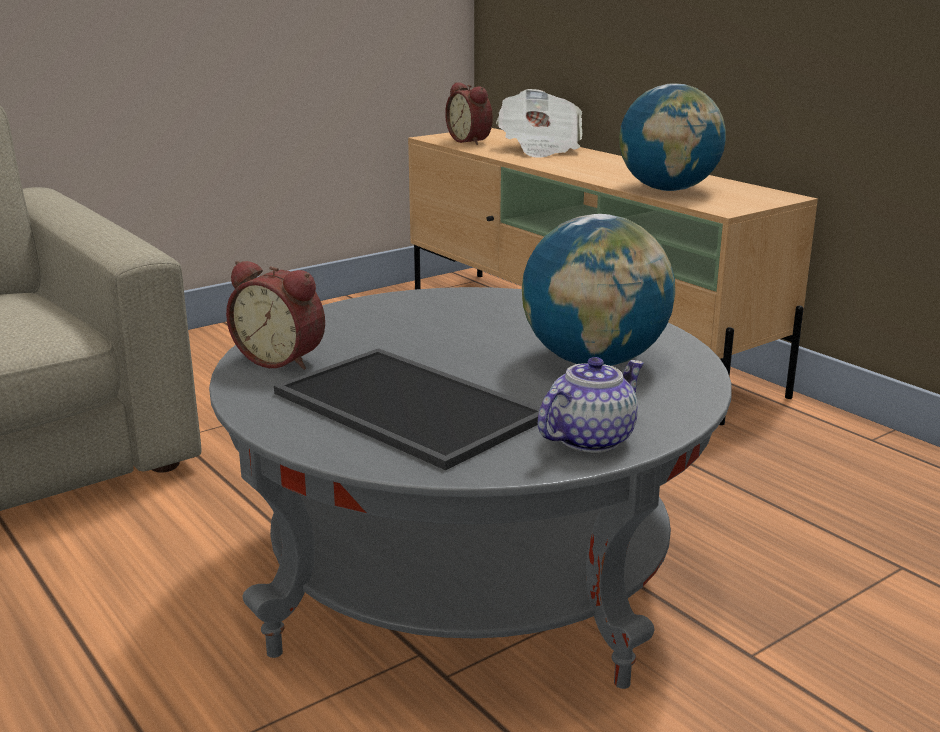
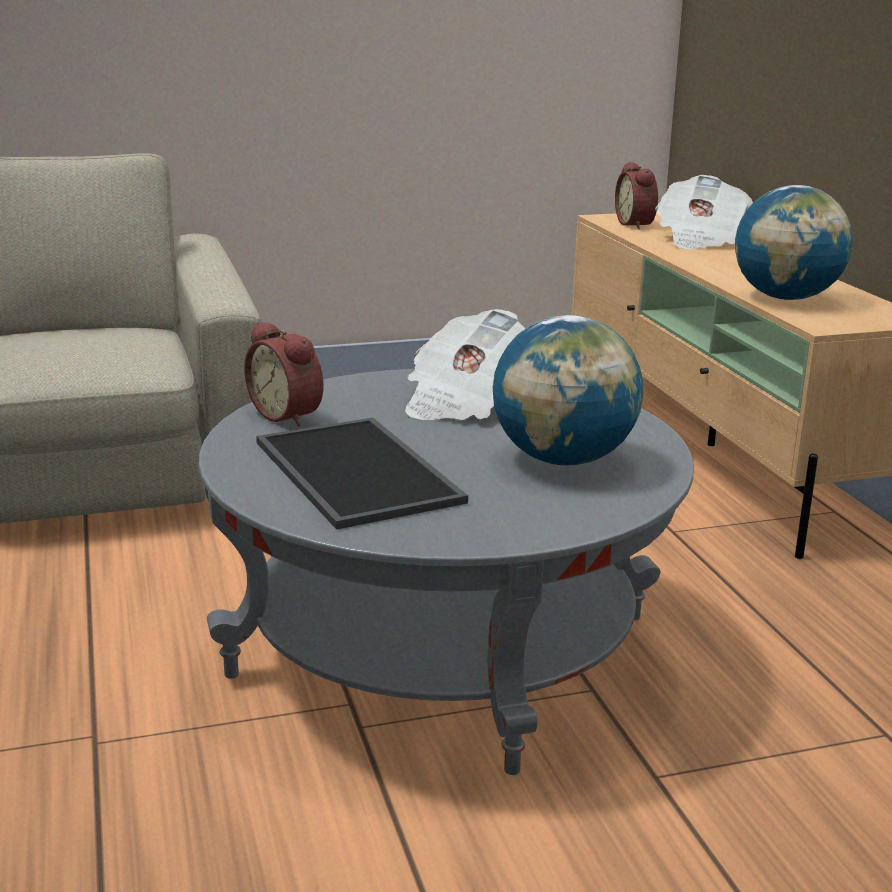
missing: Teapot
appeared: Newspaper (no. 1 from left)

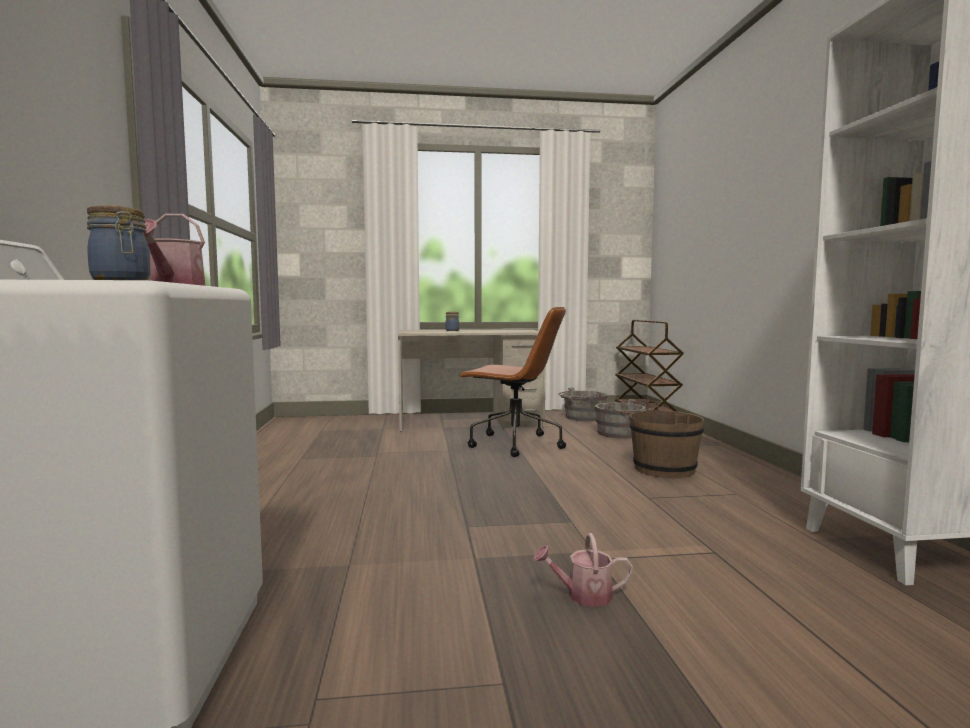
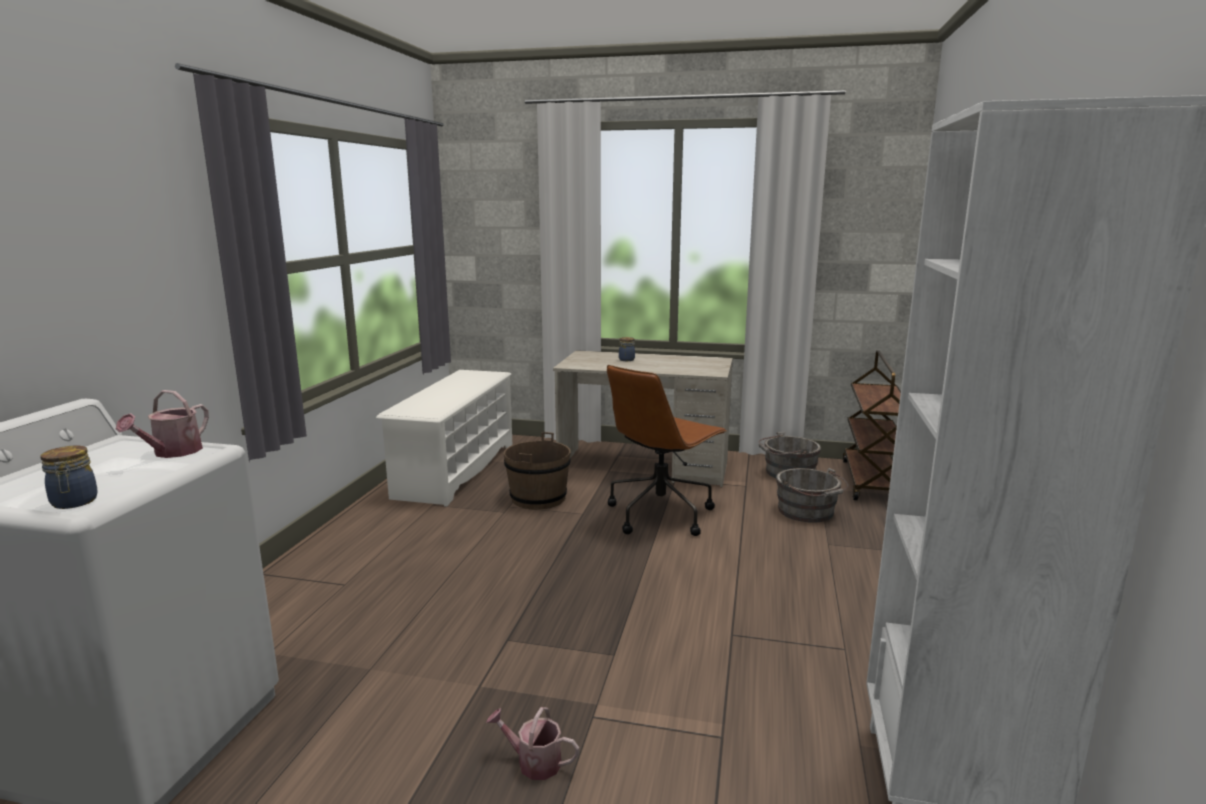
appeared: WhiteShoeRack
relocated: BrownBucket
spun: BrownOfficeChair 90 degrees clockwise

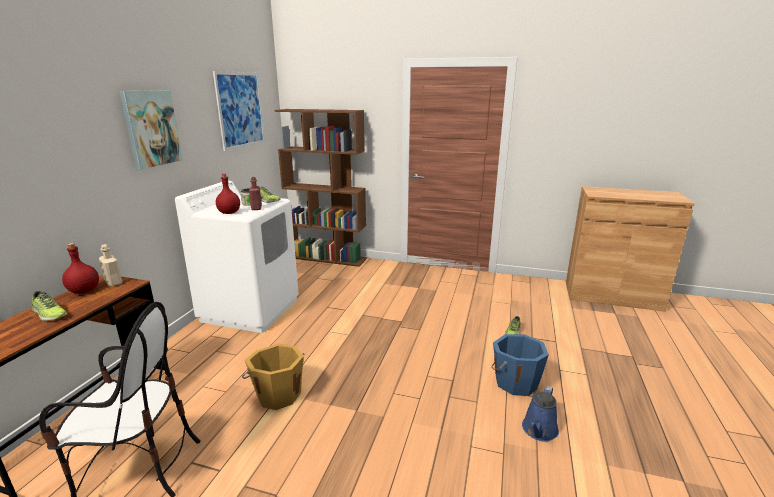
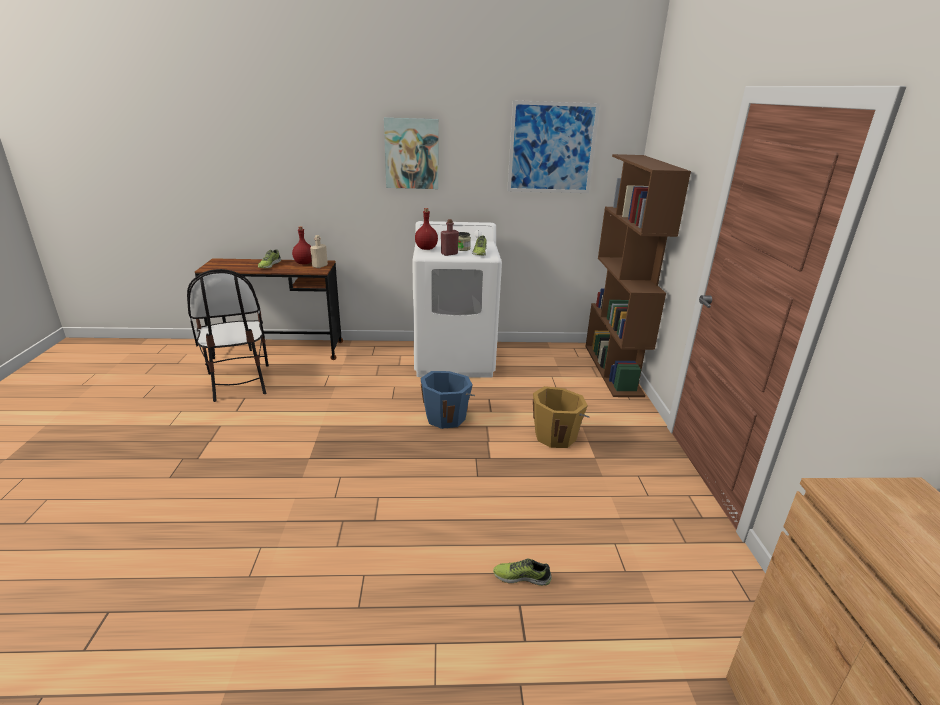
missing: BlueWateringCan
relocated: OrangeBucket; BlueBucket

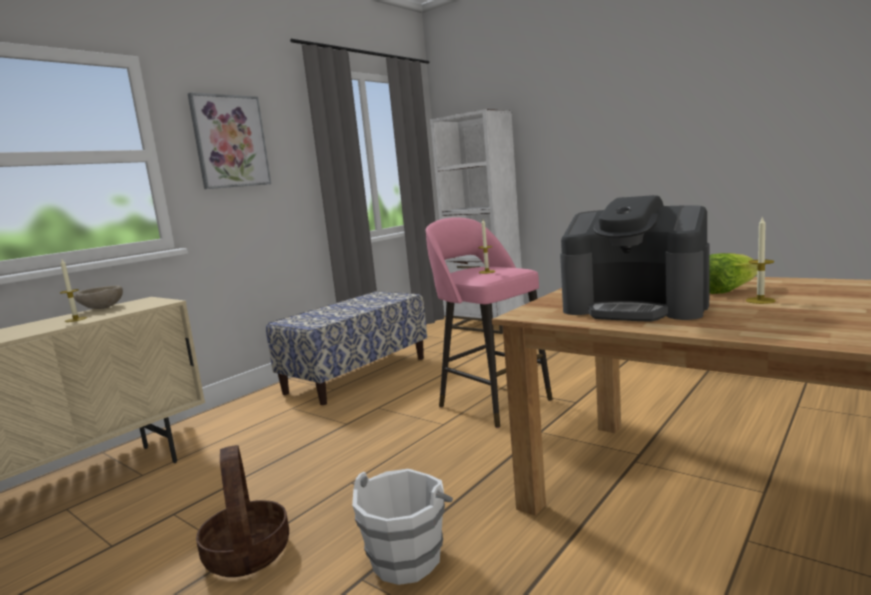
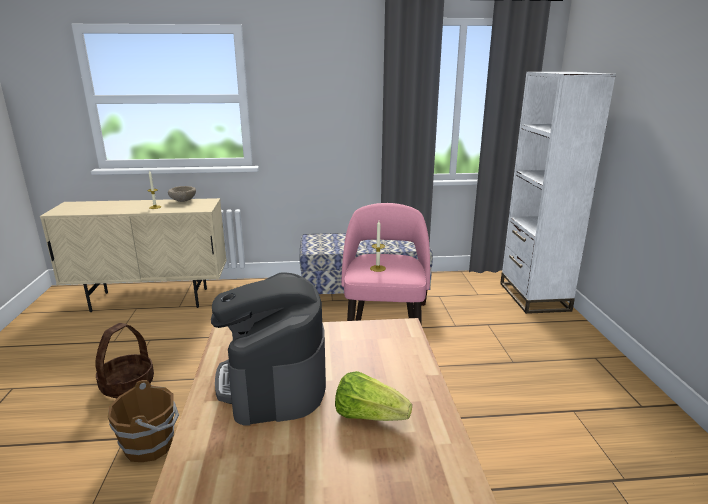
missing: Picture; Candle (no. 3 from left)
colour: WhiteBucket to BrownBucket

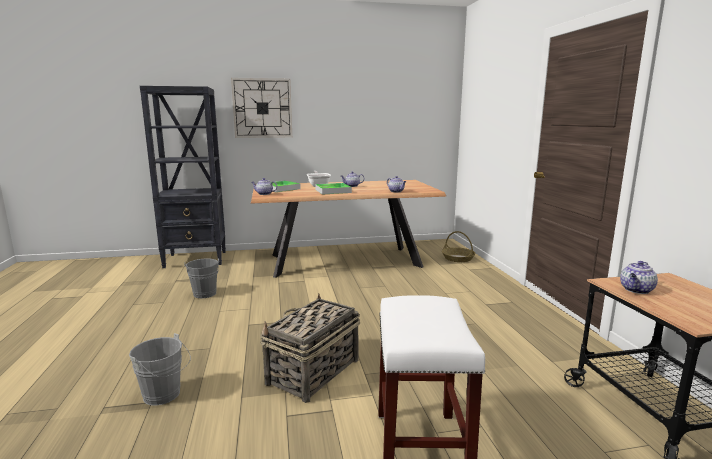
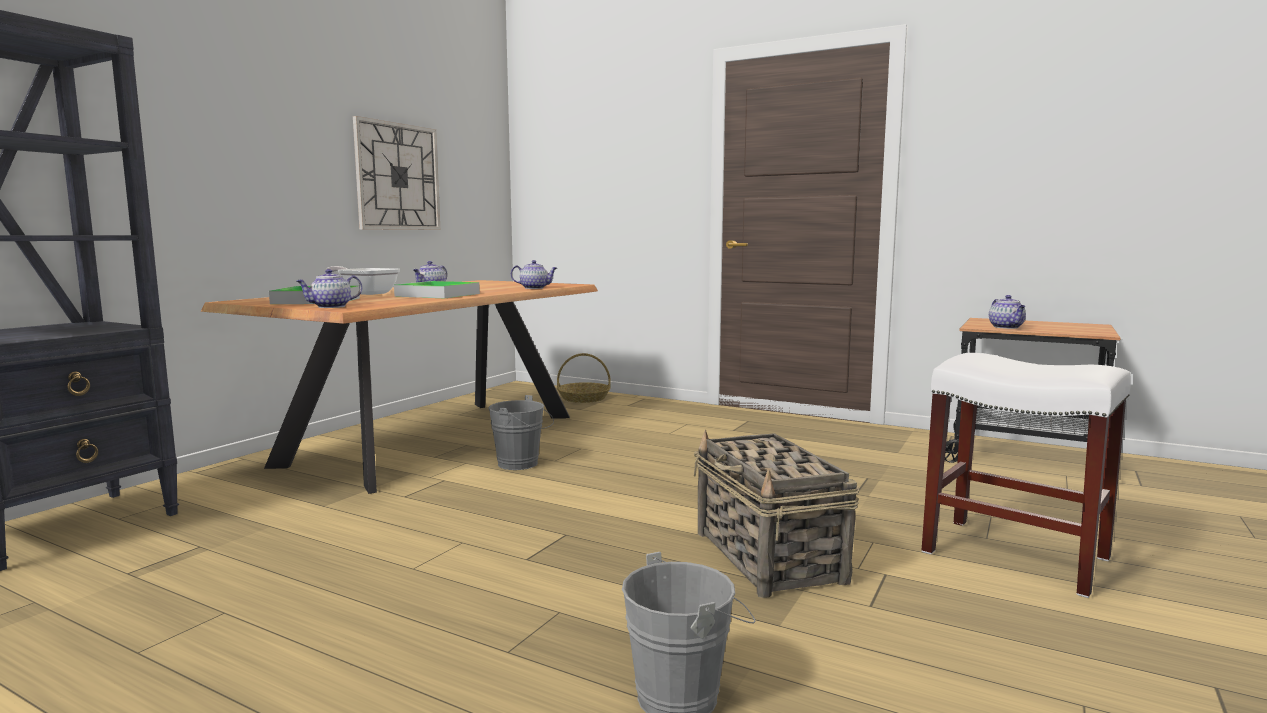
relocated: GreyBucket (no. 2 from left in the first image) to GreyBucket (no. 1 from left); WallClock

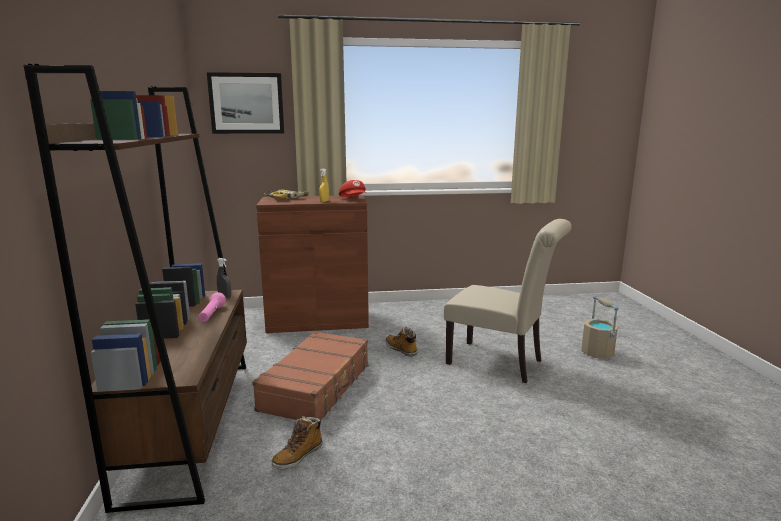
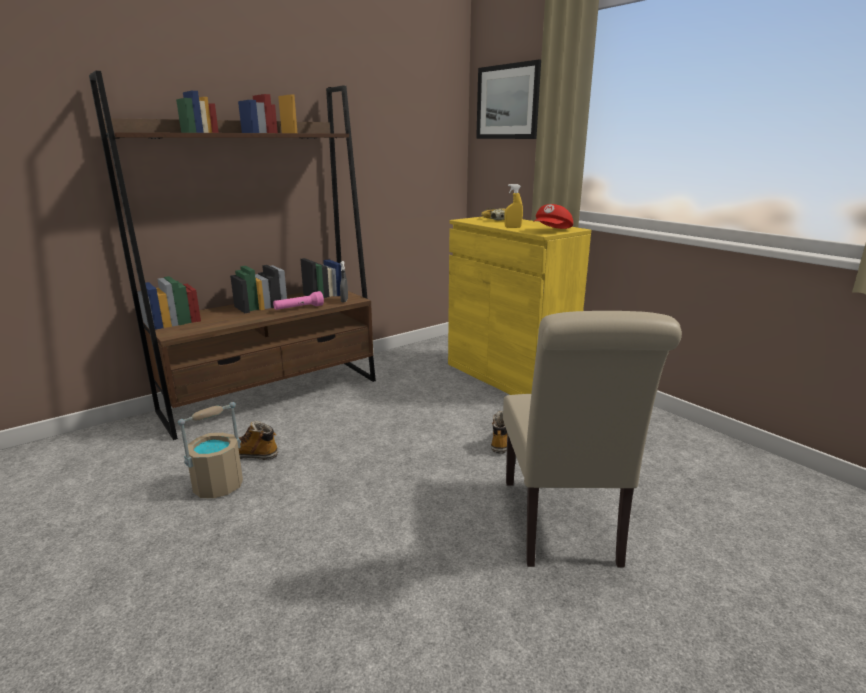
missing: BrownSuitcase
relocated: BeigeBucket
colour: BrownCabinet to YellowCabinet

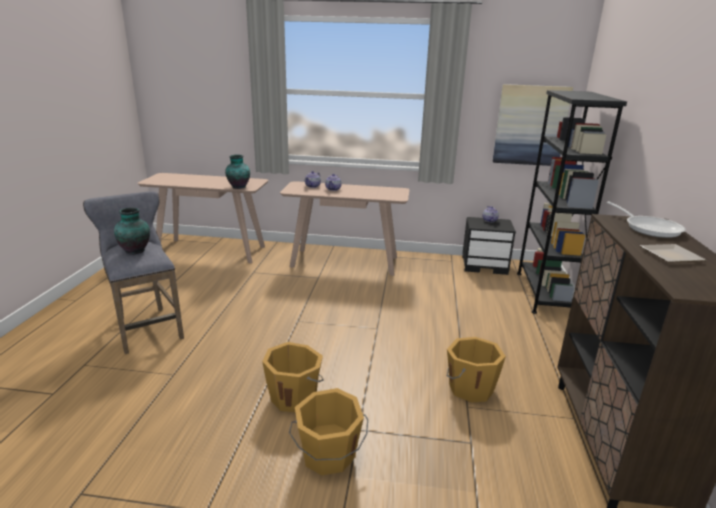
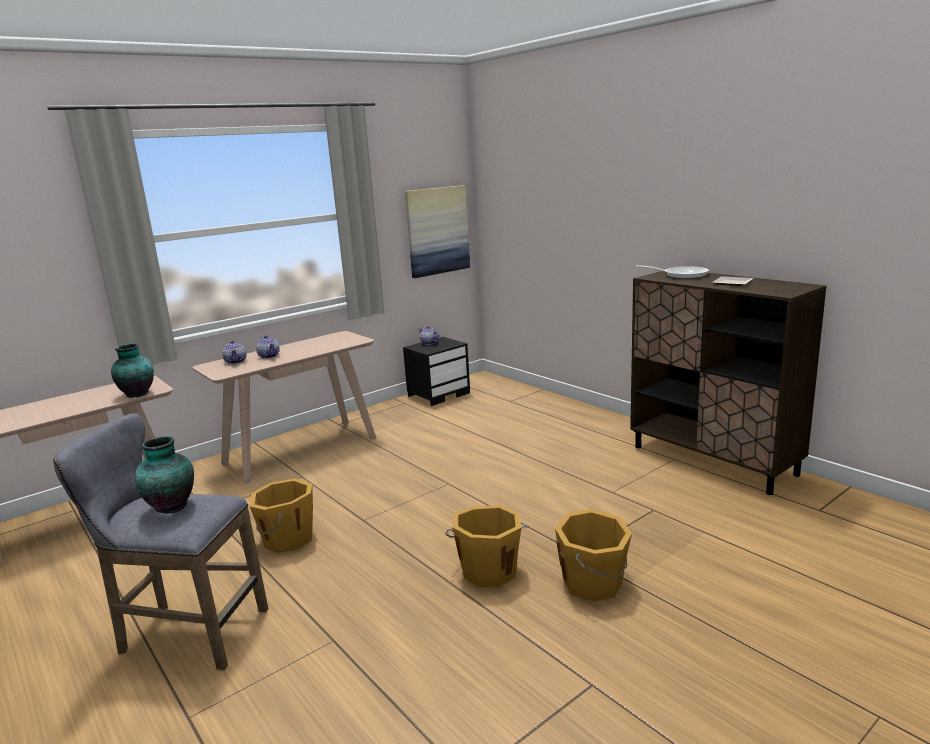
missing: BlackBookcase
relocated: OrangeBucket (no. 3 from left in the first image) to OrangeBucket (no. 1 from left)

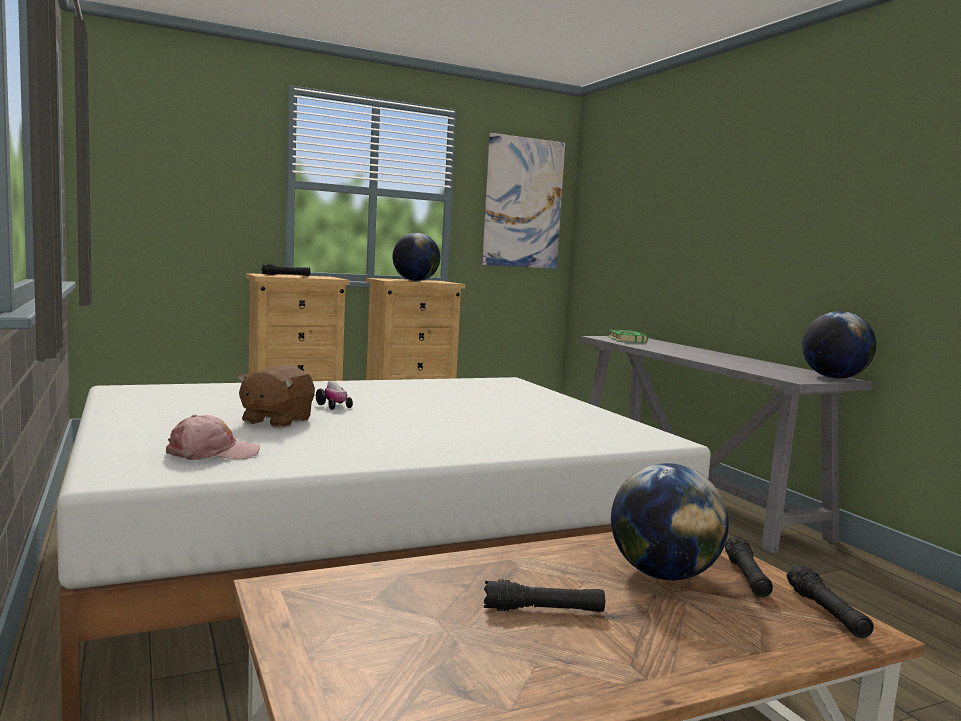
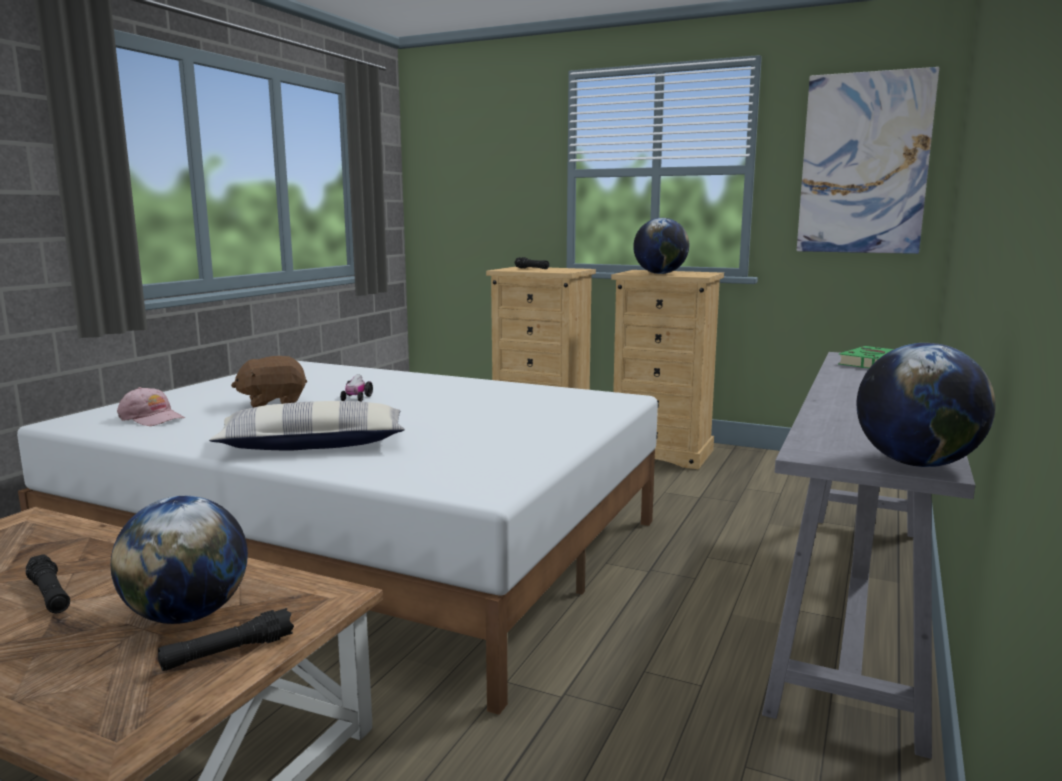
missing: BlackFlashlight (no. 4 from left)
appeared: Pillow

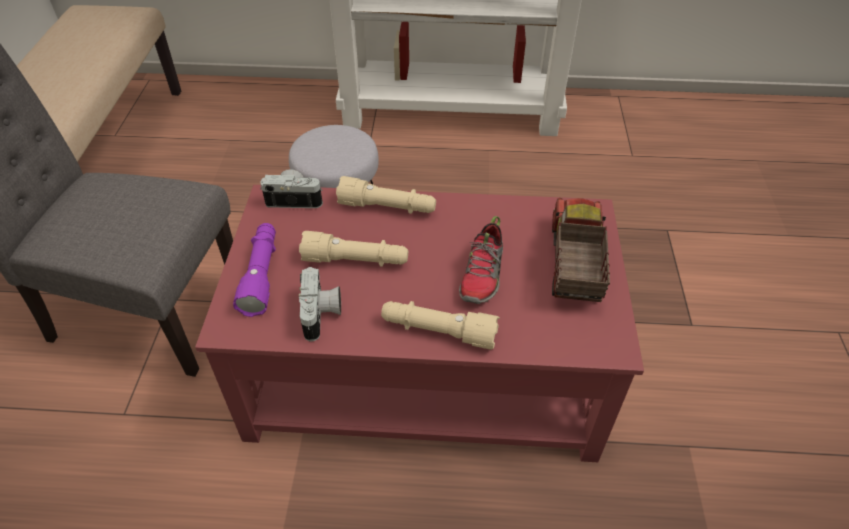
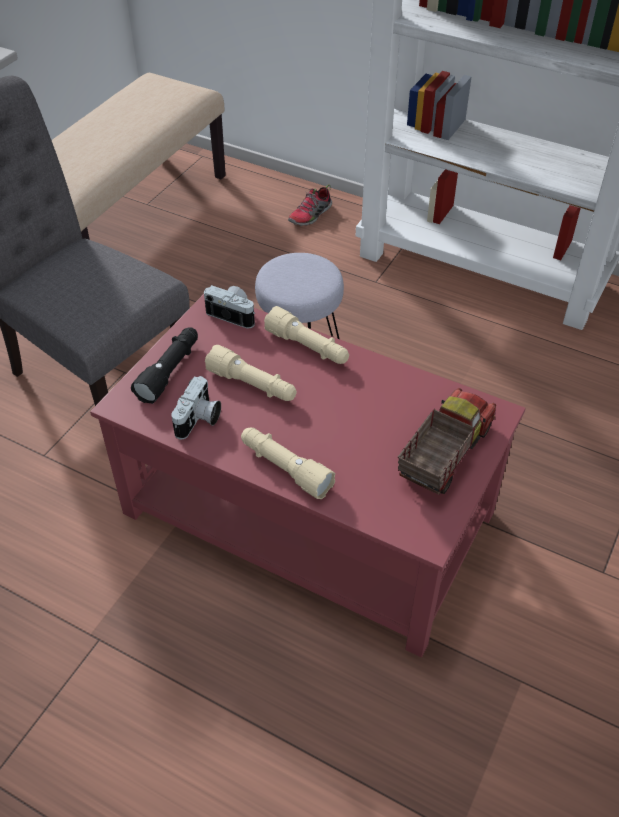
relocated: Shoe
colour: PurpleFlashlight to BlackFlashlight

